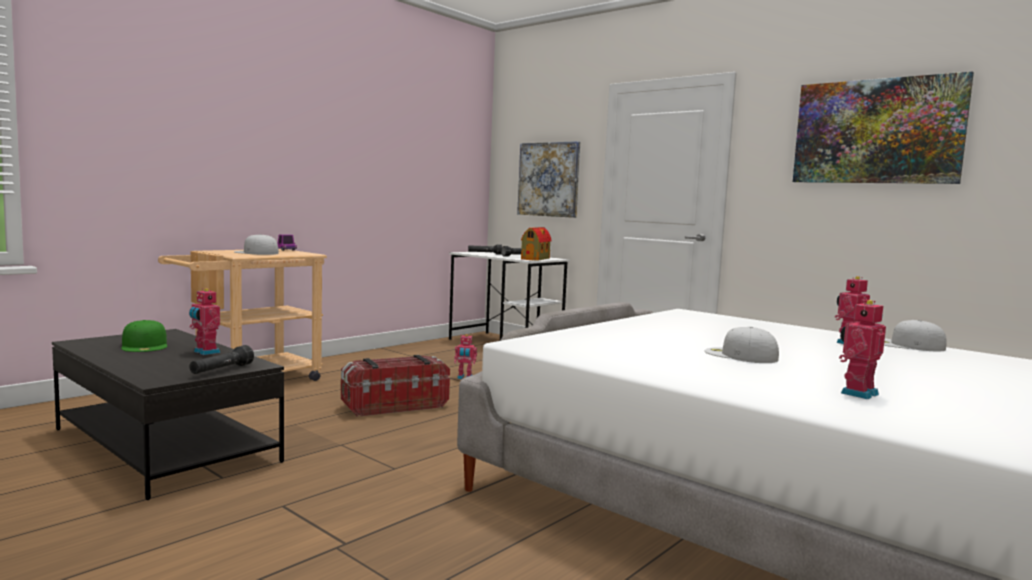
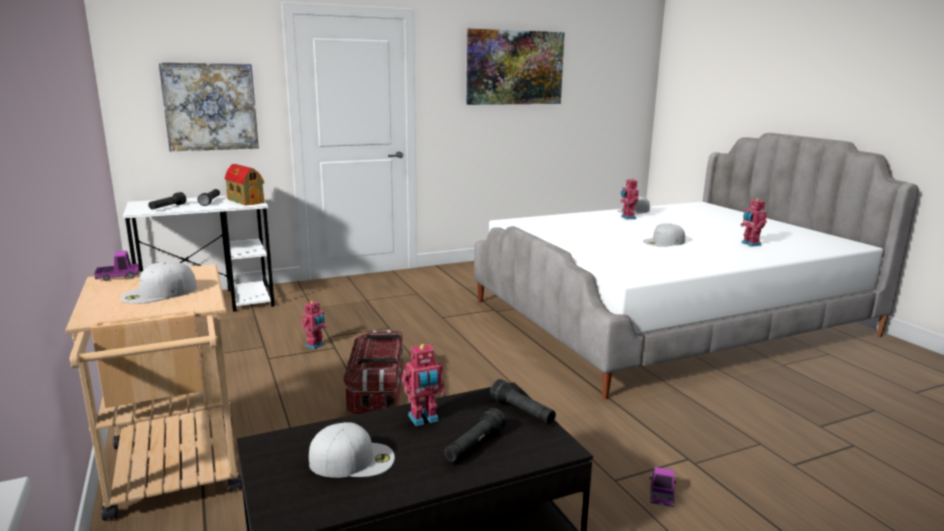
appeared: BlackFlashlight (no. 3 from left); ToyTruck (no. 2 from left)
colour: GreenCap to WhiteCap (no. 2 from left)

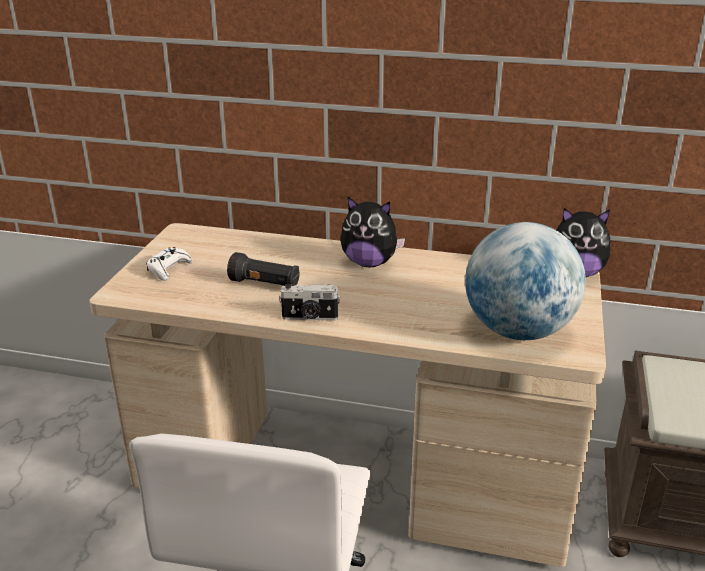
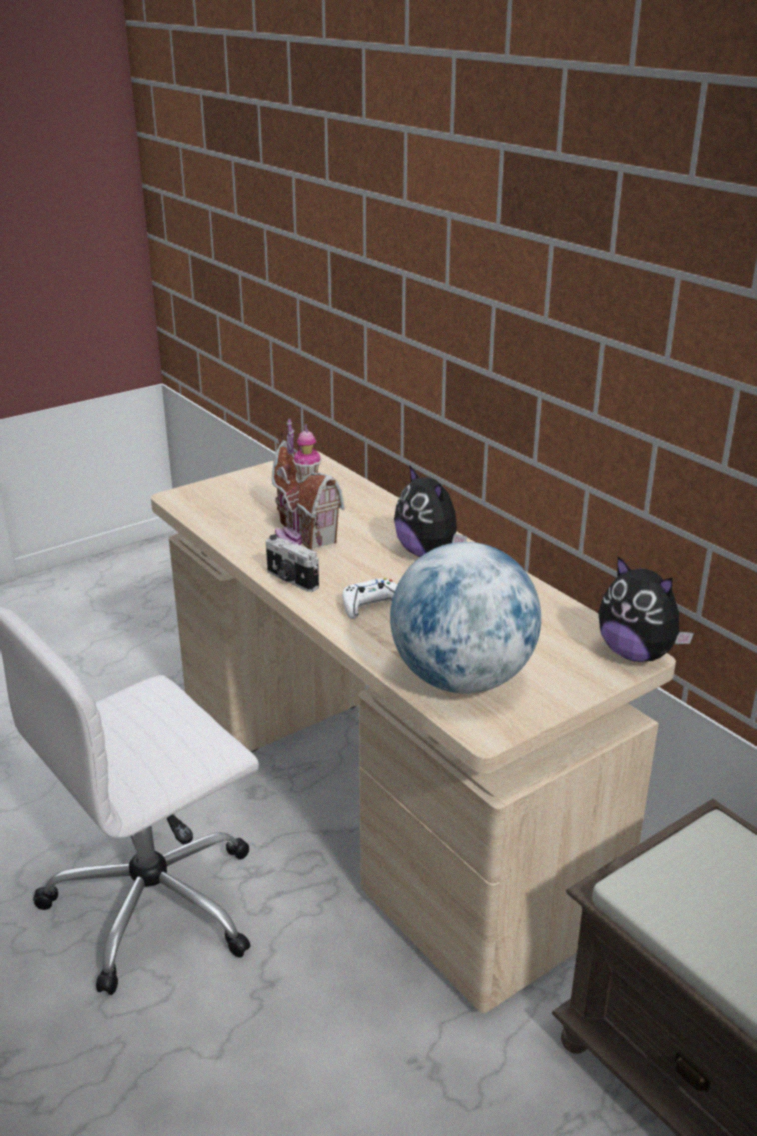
relocated: WhiteGameController
exchanged: BlackFlashlight to ToyHouse

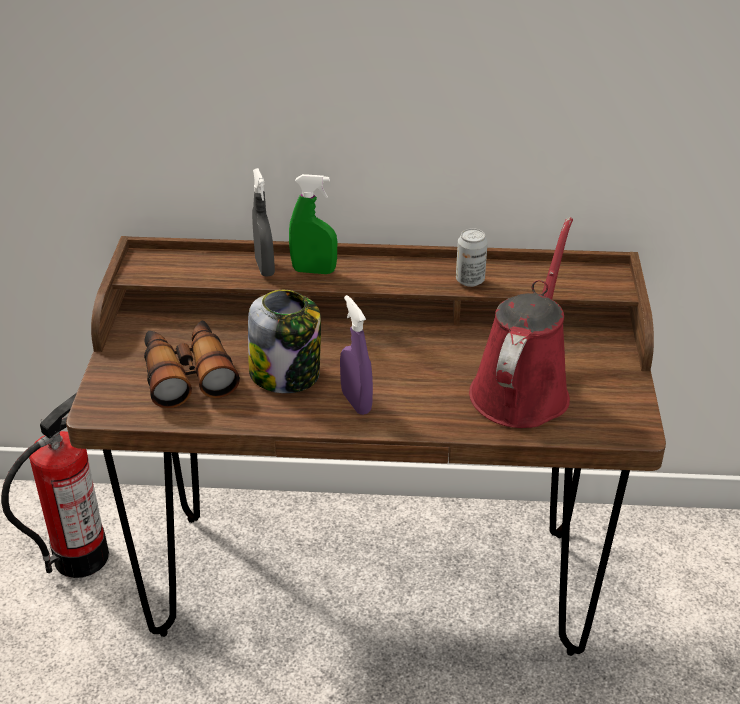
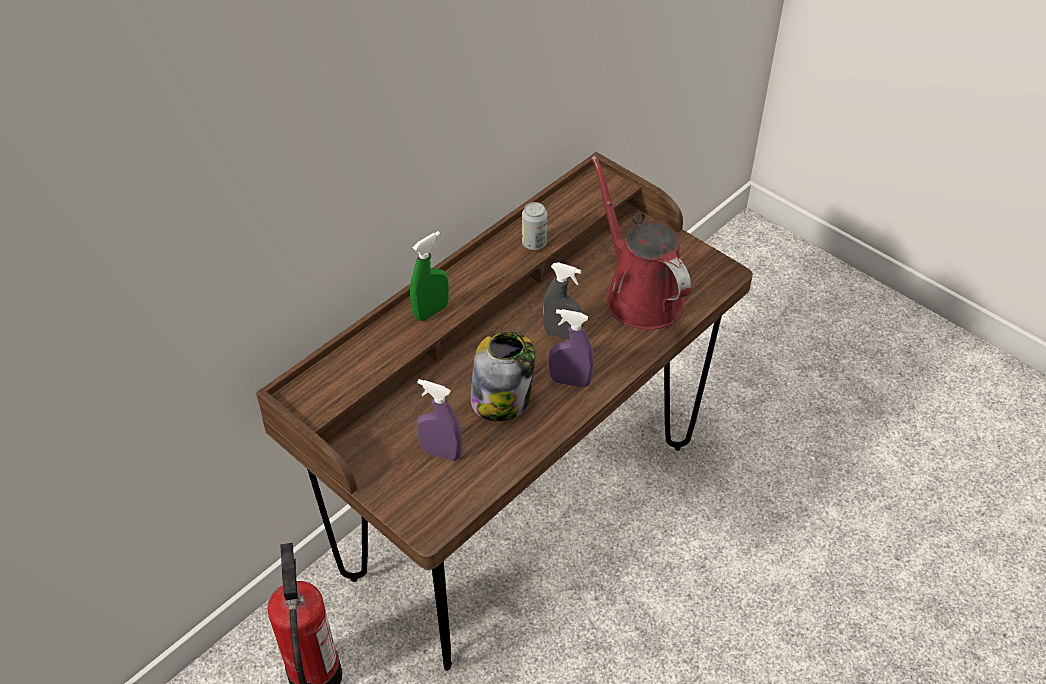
relocated: GreySprayBottle
exchanged: Binoculars to PurpleSprayBottle (no. 1 from left)

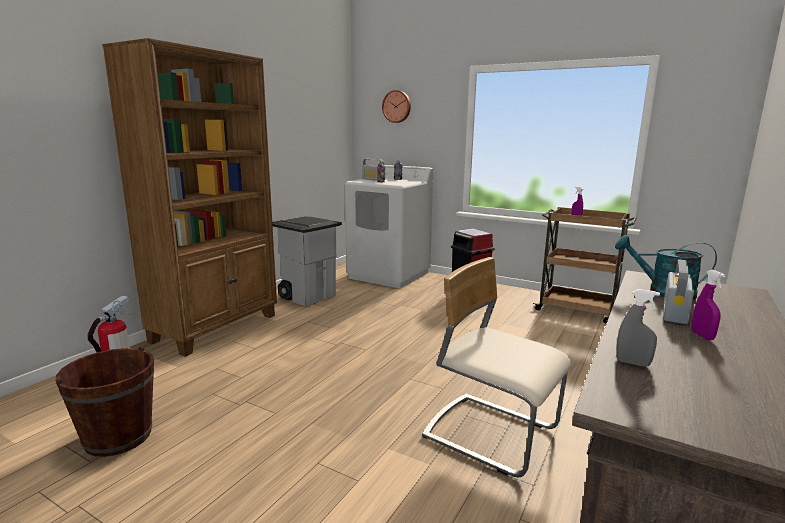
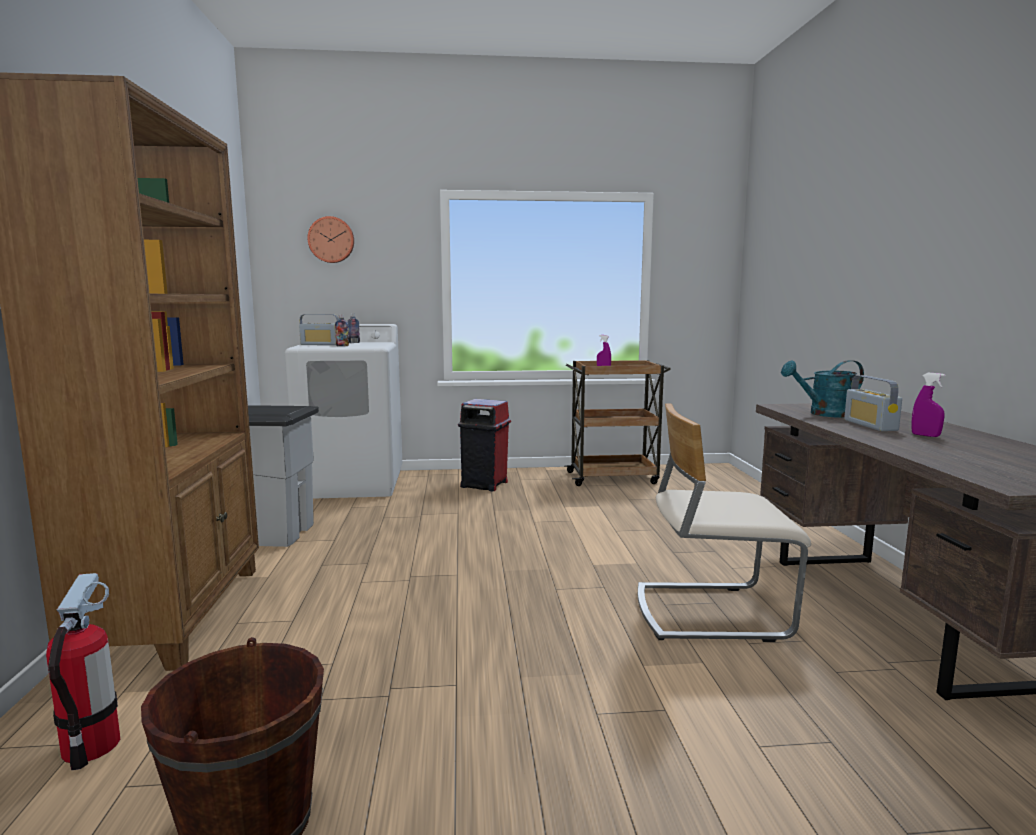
missing: GreySprayBottle

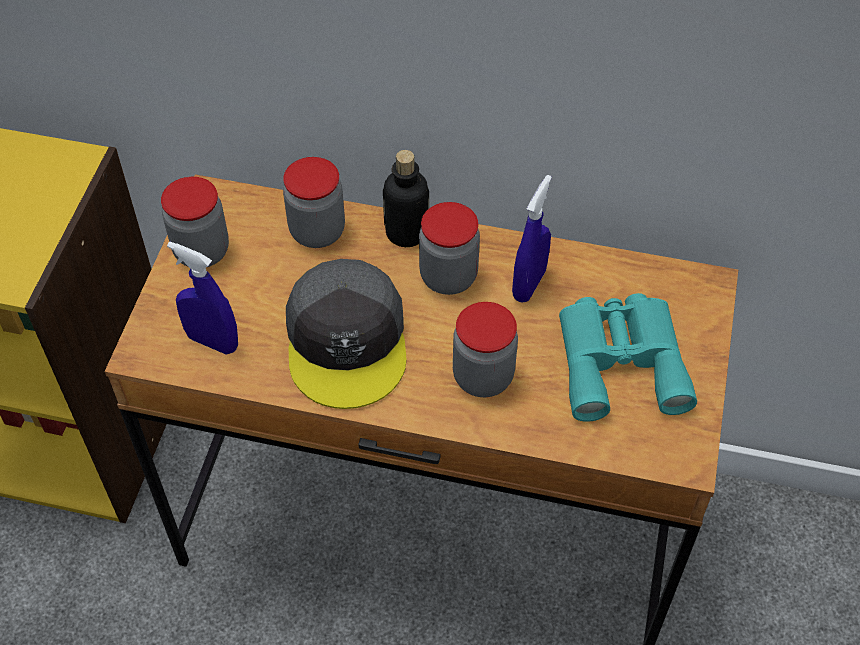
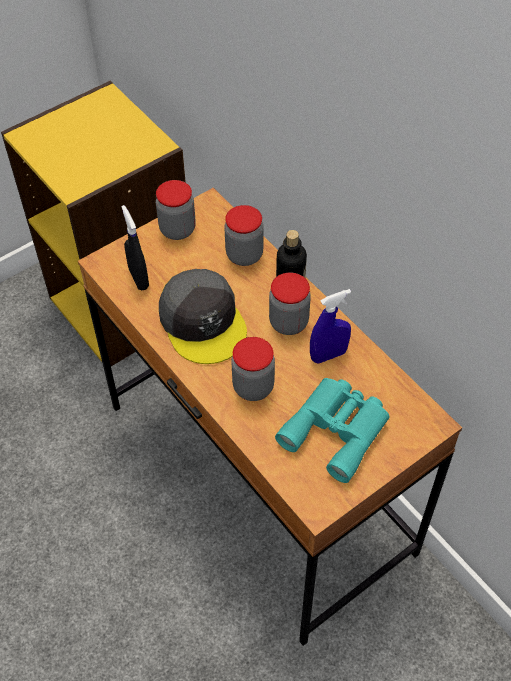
colour: BlueSprayBottle (no. 1 from left) to BlackSprayBottle
spun: GreyCap 60 degrees counterclockwise

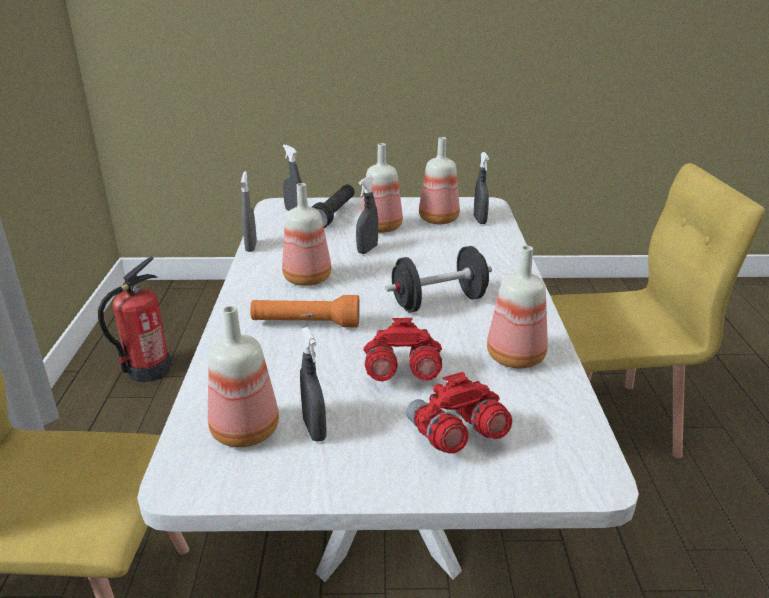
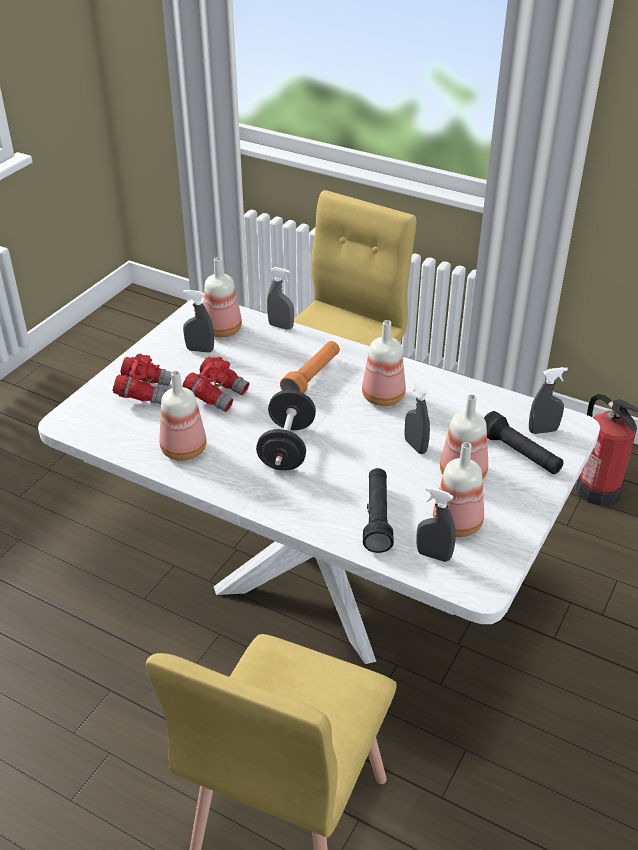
appeared: BlackFlashlight (no. 1 from left)
relocated: GreySprayBottle (no. 1 from left in the first image) to GreySprayBottle (no. 2 from left)

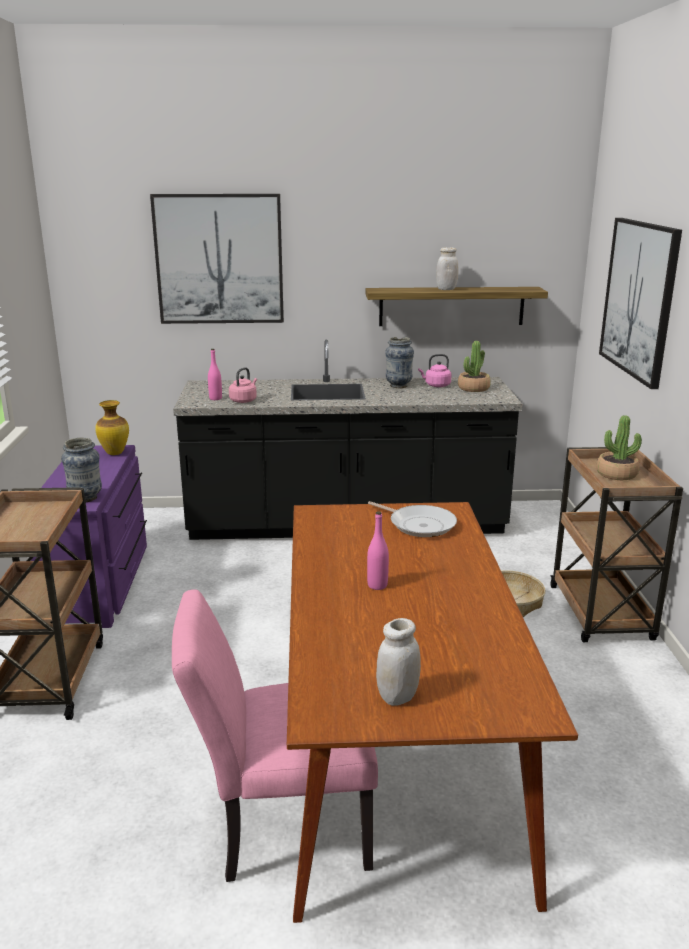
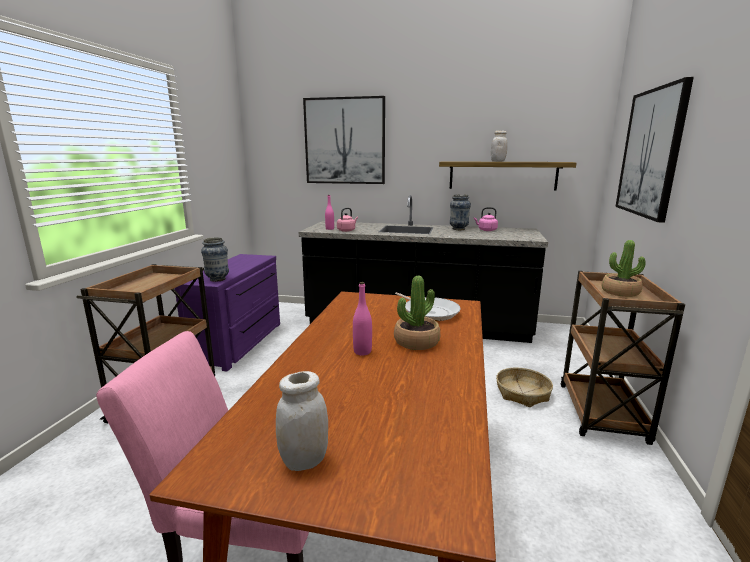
missing: Vase (no. 2 from left)
relocated: PottedPlant (no. 1 from left)

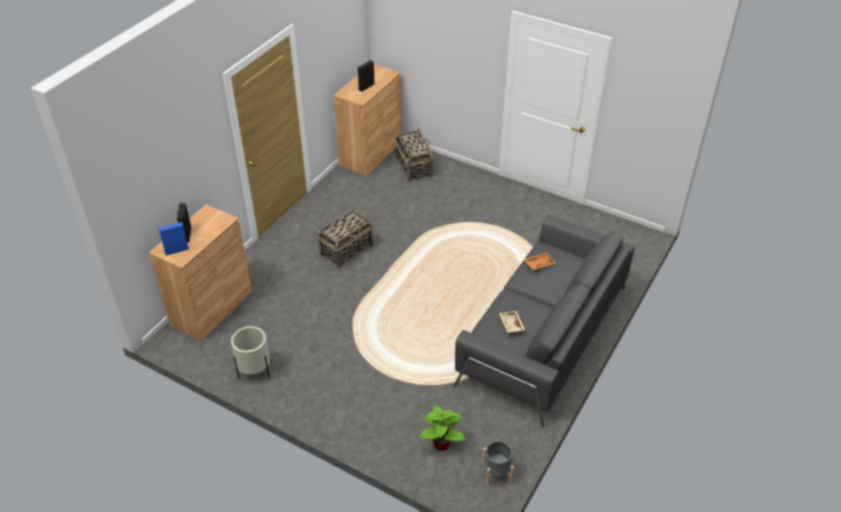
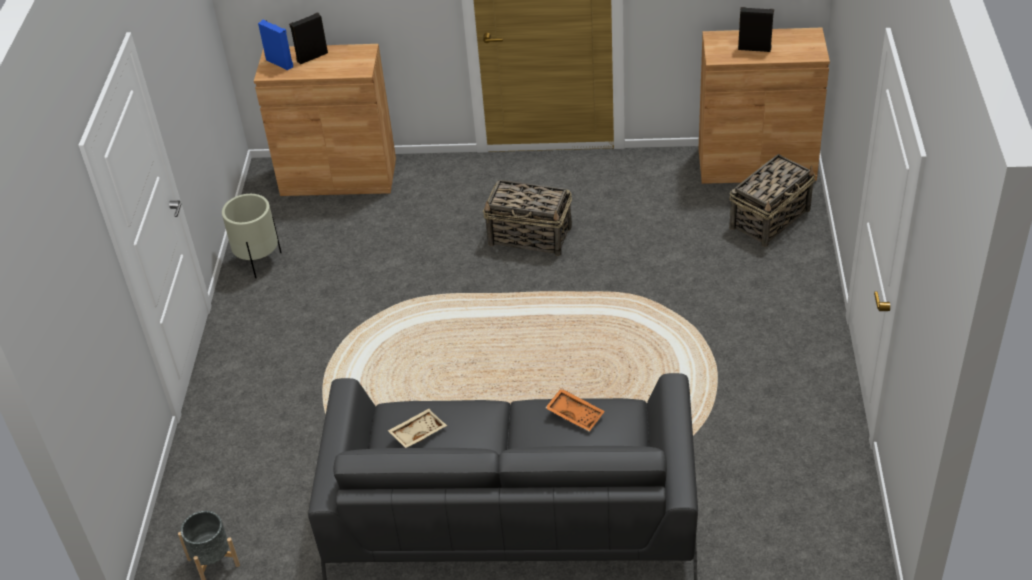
missing: PottedPlant

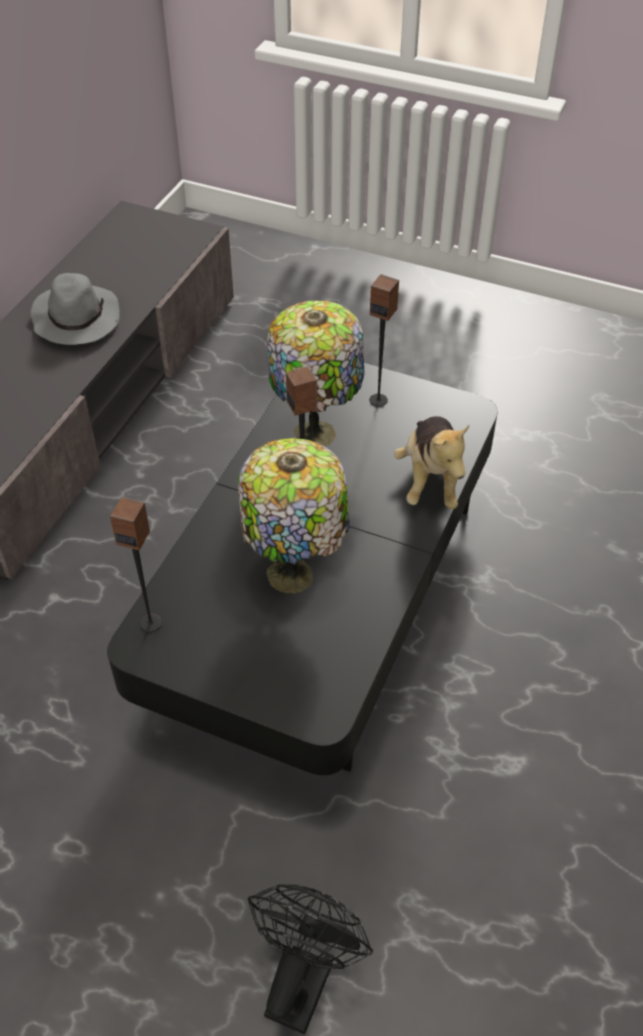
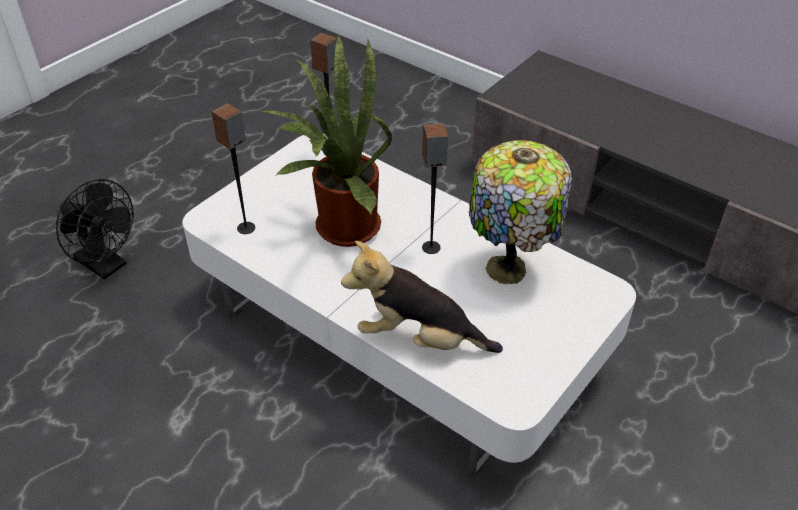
missing: GreyHat
relocated: Speaker (no. 3 from left in the first image) to Speaker (no. 1 from left)
exchanged: TableLamp (no. 1 from left) to PottedPlant
colour: BlackCoffeeTable to WhiteCoffeeTable

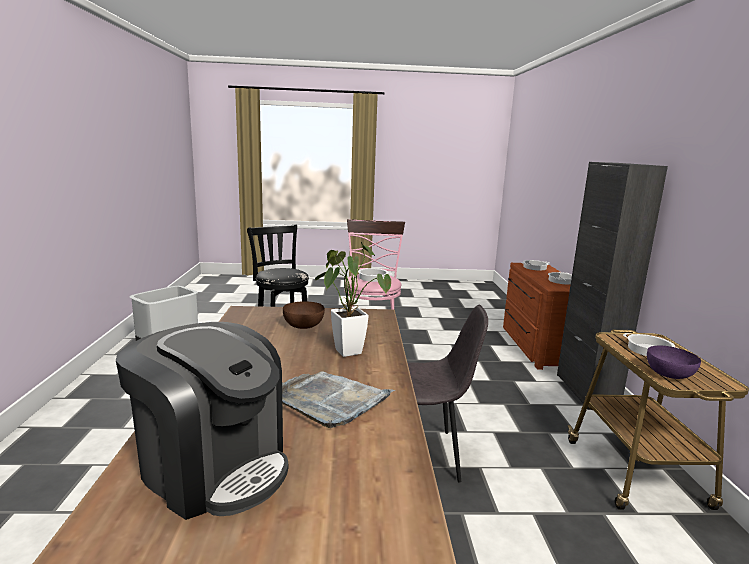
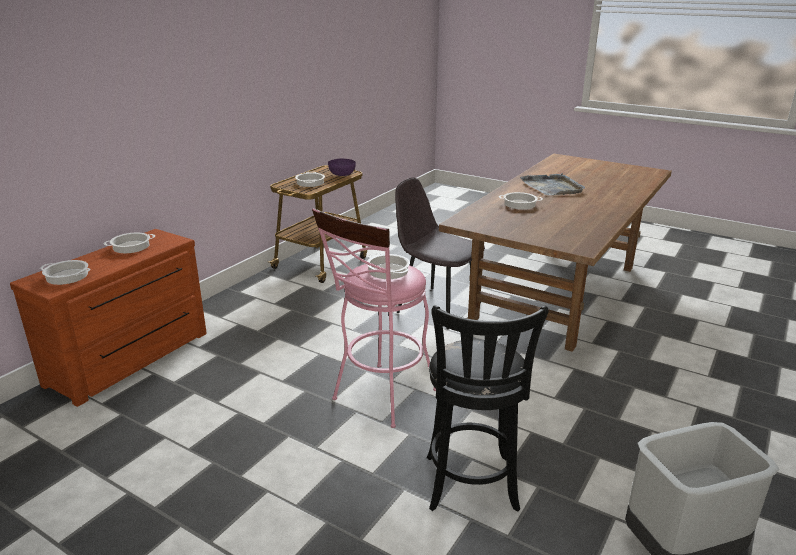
missing: CoffeeMachine; BrownBowl; BlackCabinet
exchanged: PottedPlant to CookingPot (no. 5 from left)

